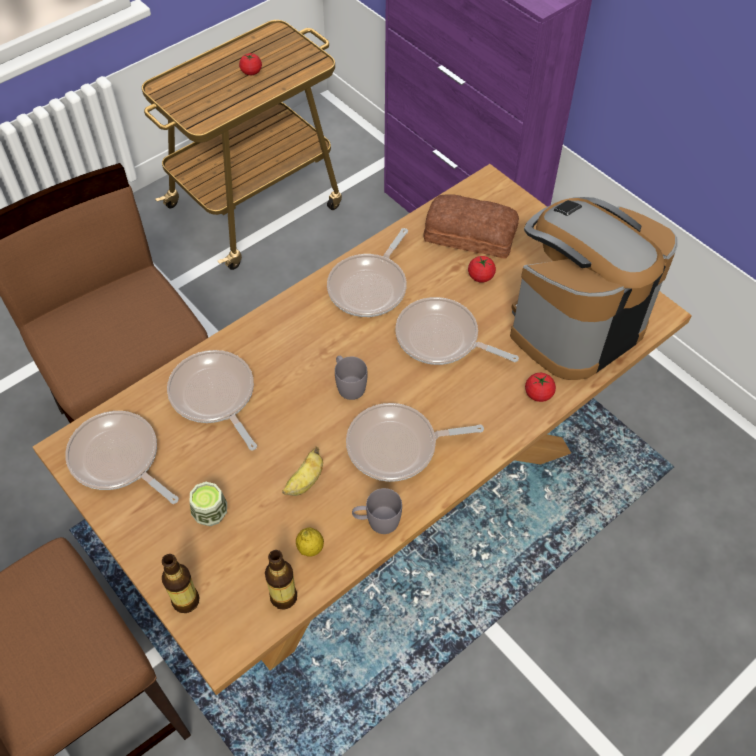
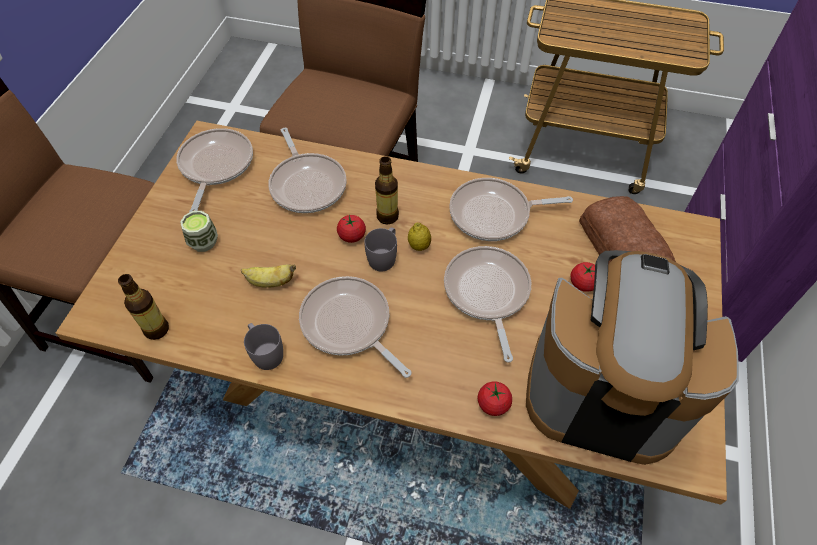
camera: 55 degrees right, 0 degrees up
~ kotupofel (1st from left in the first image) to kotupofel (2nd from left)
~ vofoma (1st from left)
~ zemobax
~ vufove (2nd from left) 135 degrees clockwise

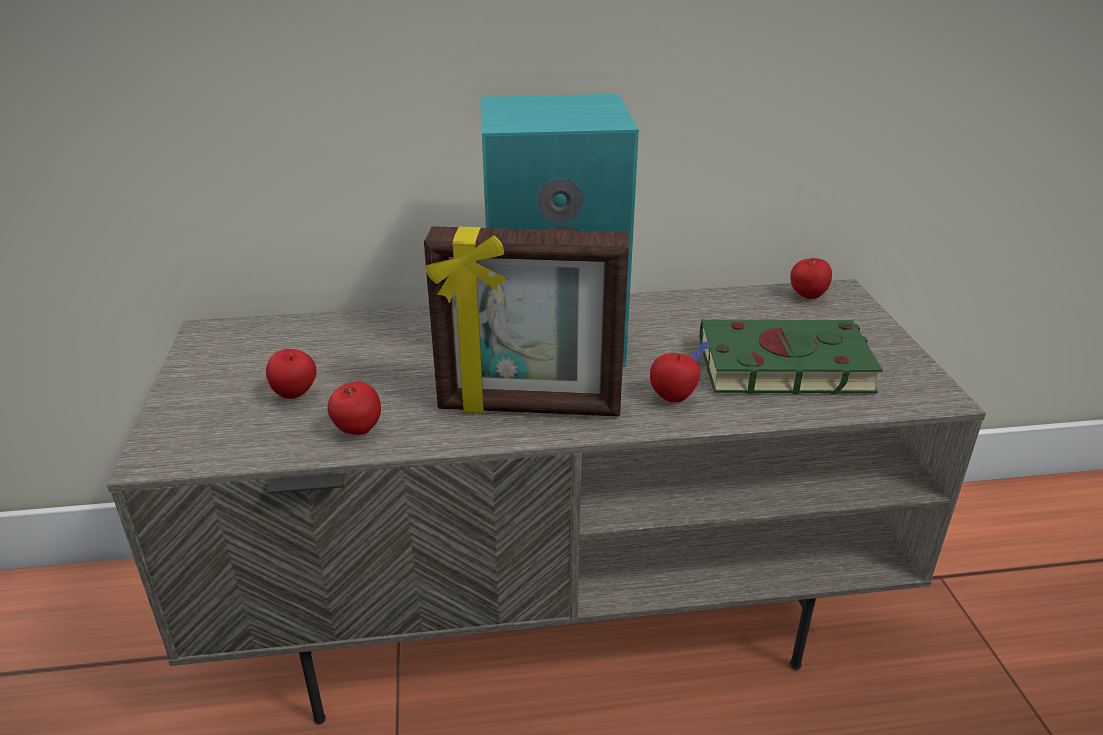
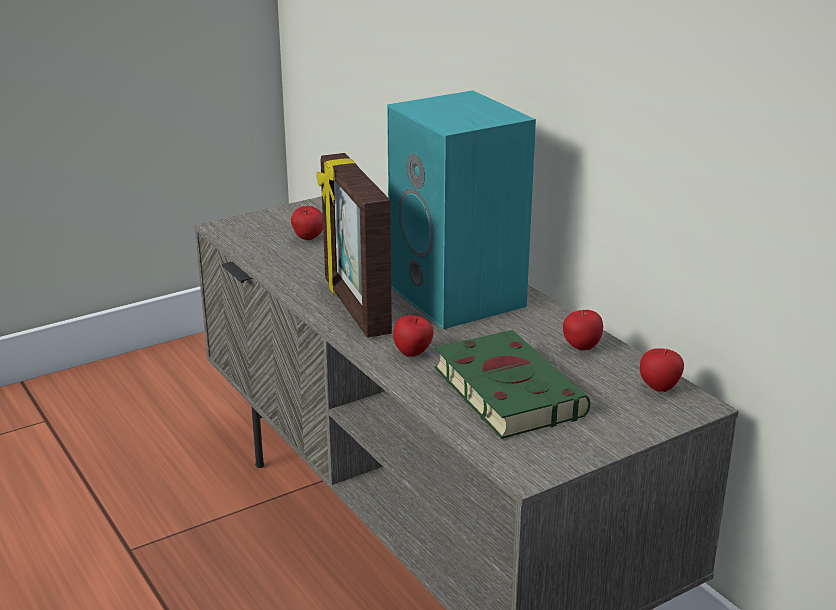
camera: 65 degrees right, 5 degrees down
~ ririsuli (2nd from left in the first image) to ririsuli (3rd from left)

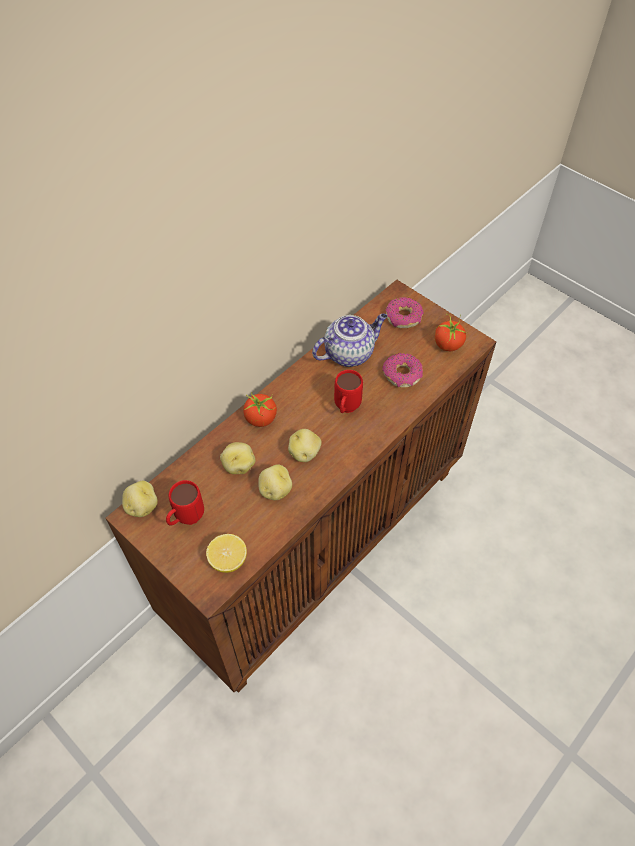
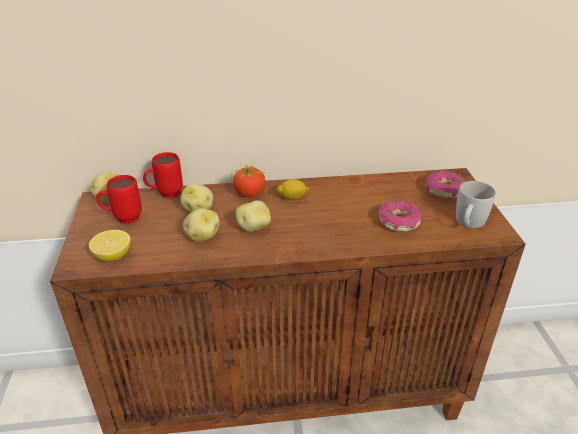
camera: 40 degrees right, 20 degrees down
- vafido
+ zemobax (2nd from left)
~ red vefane (2nd from left)
~ vofoma (2nd from left) to white vefane

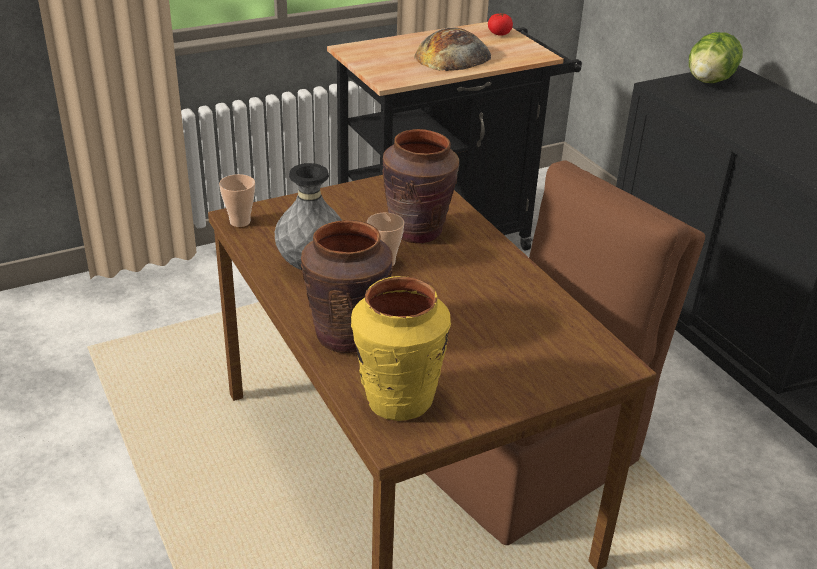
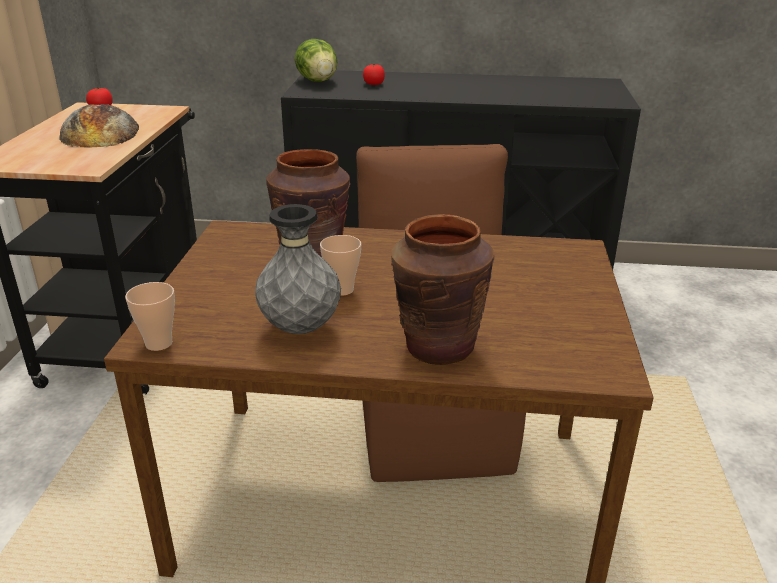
camera: 55 degrees left, 5 degrees down
- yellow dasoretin
+ vofoma (2nd from left)

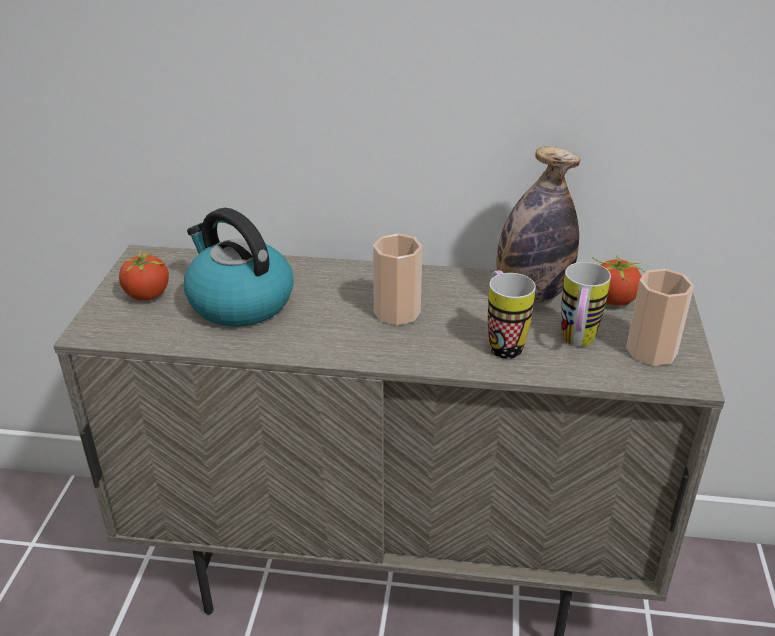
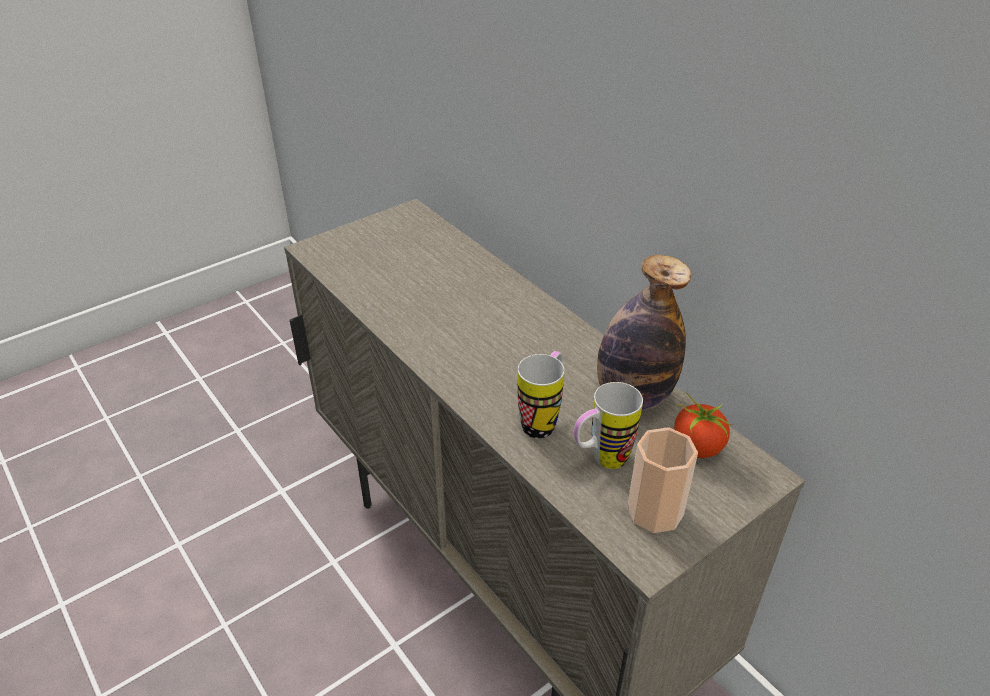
camera: 45 degrees right, 5 degrees up
- vofoma (1st from left)
- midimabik
- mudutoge (1st from left)

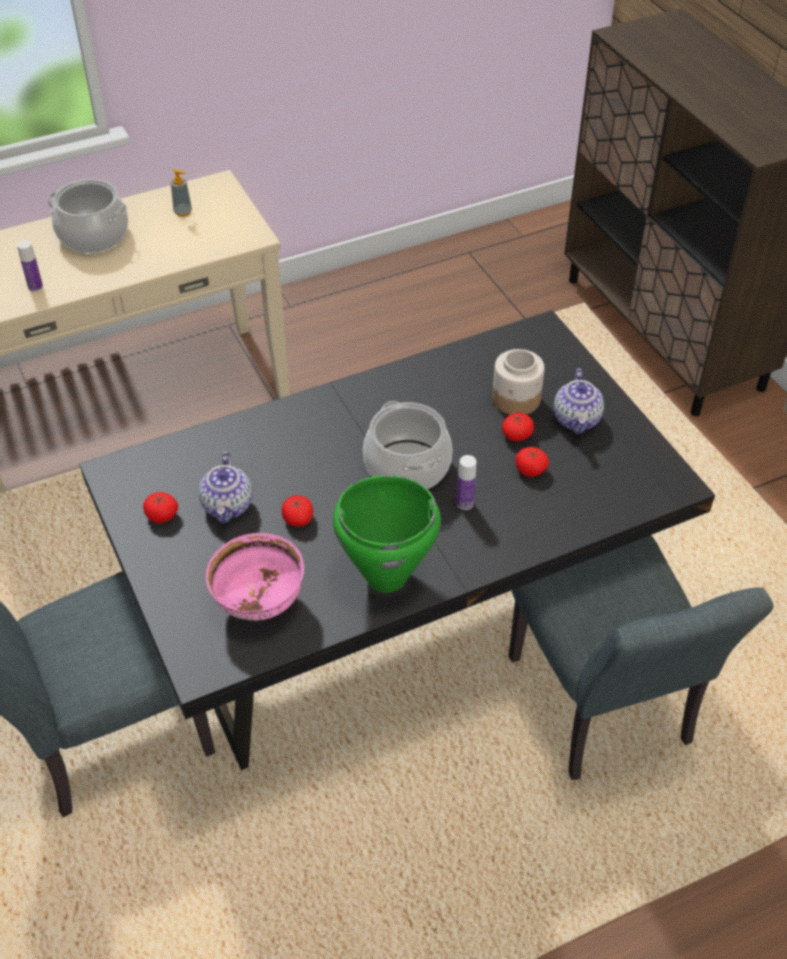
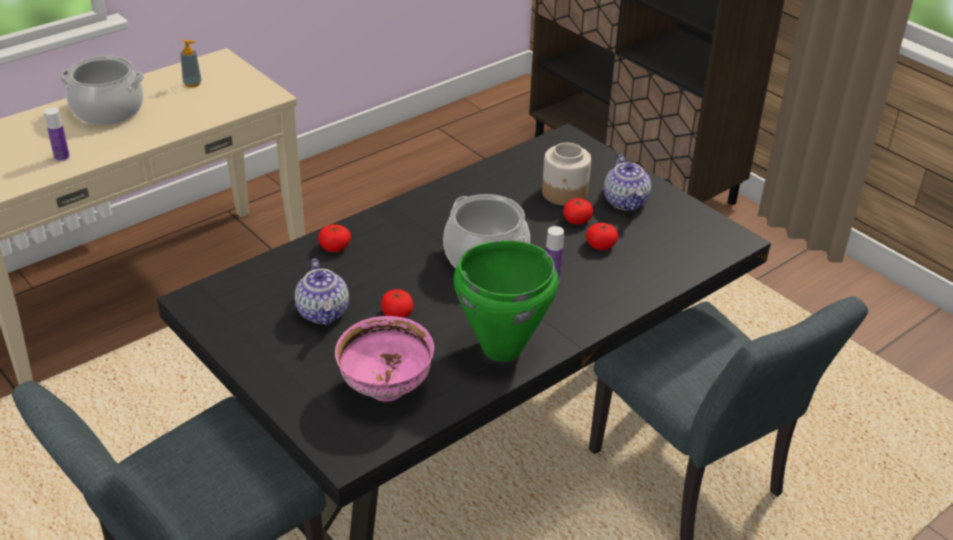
camera: 15 degrees left, 10 degrees down
~ vofoma (1st from left)

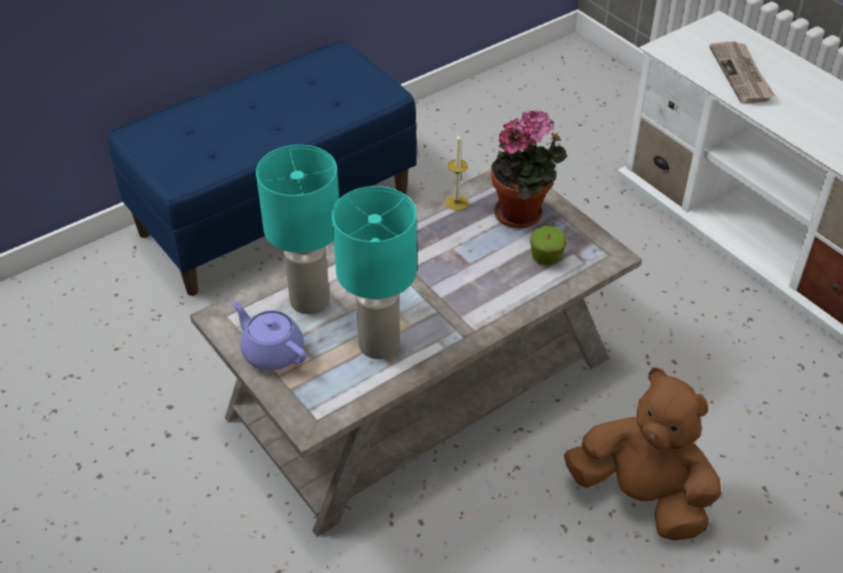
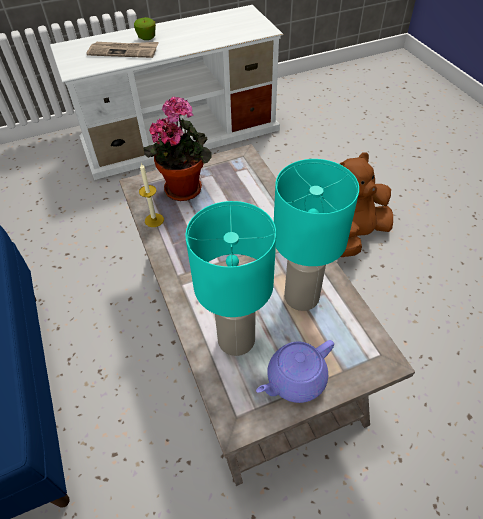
camera: 75 degrees left, 5 degrees up
~ ririsuli

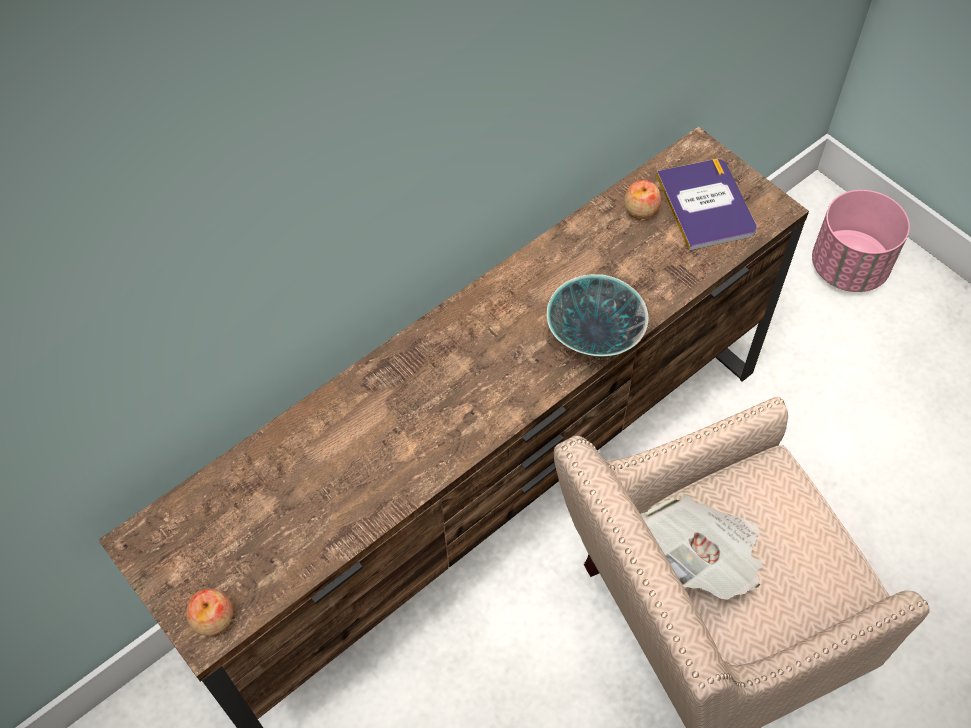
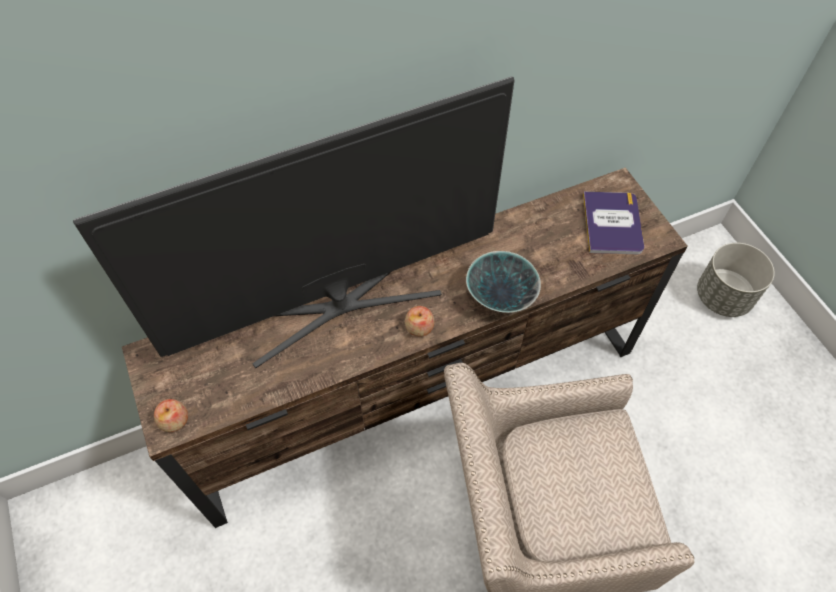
camera: 15 degrees right, 0 degrees up
- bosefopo
+ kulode
~ ririsuli (2nd from left)
~ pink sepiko to grey sepiko

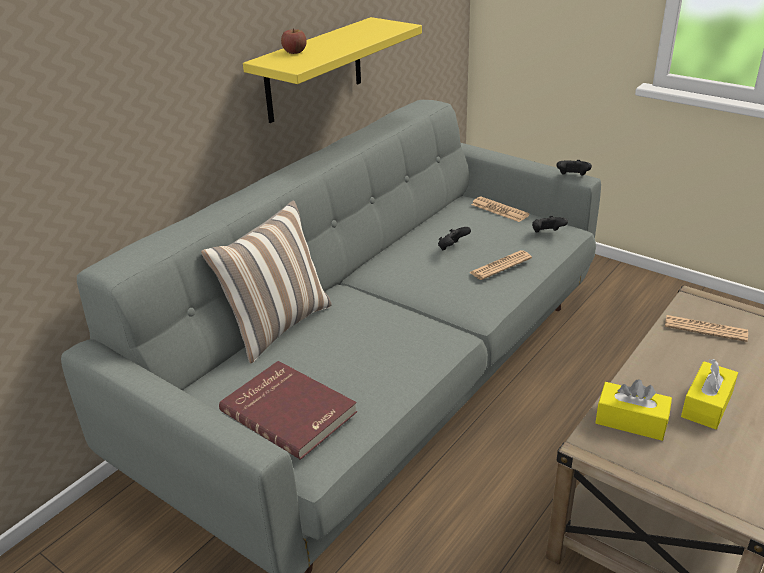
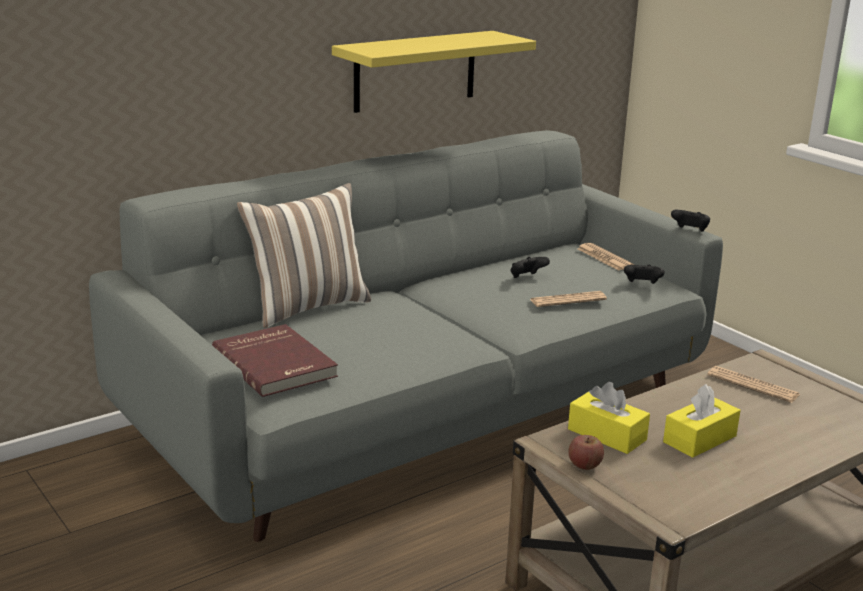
camera: 15 degrees right, 10 degrees down
~ ririsuli

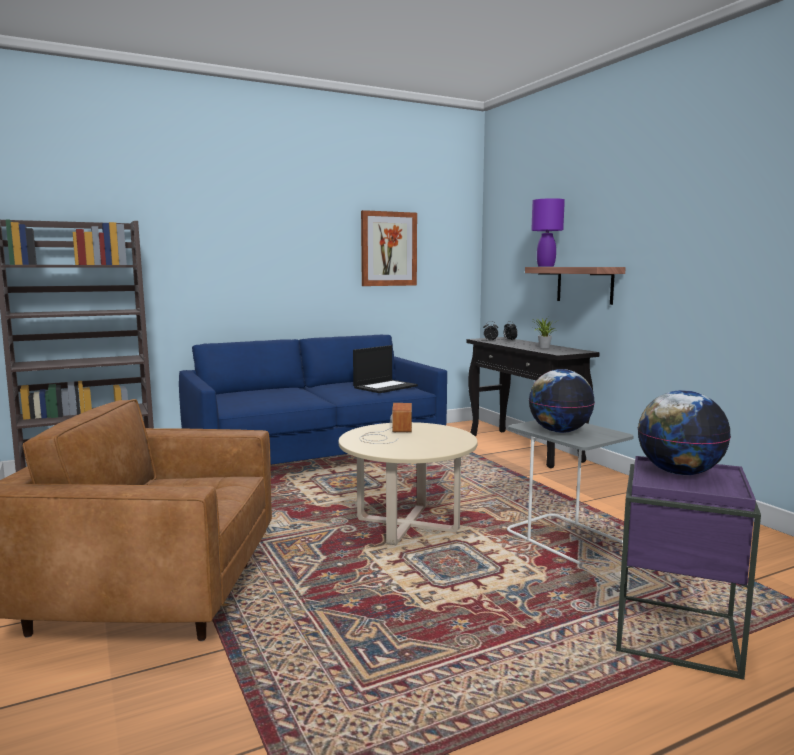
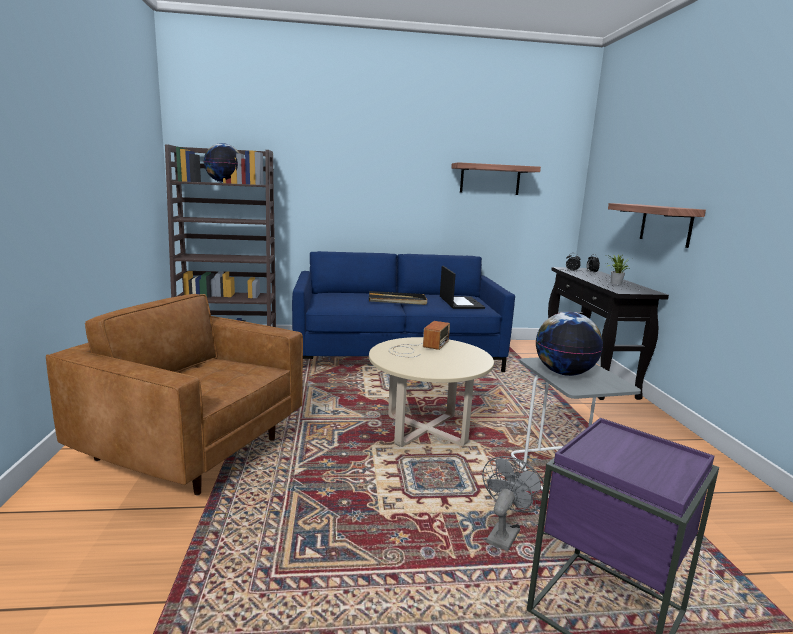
camera: 20 degrees right, 5 degrees up
- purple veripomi
+ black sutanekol
+ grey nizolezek
~ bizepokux (2nd from left in the first image) to bizepokux (1st from left)
~ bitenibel to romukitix (1st from left)
~ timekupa 75 degrees counterclockwise

